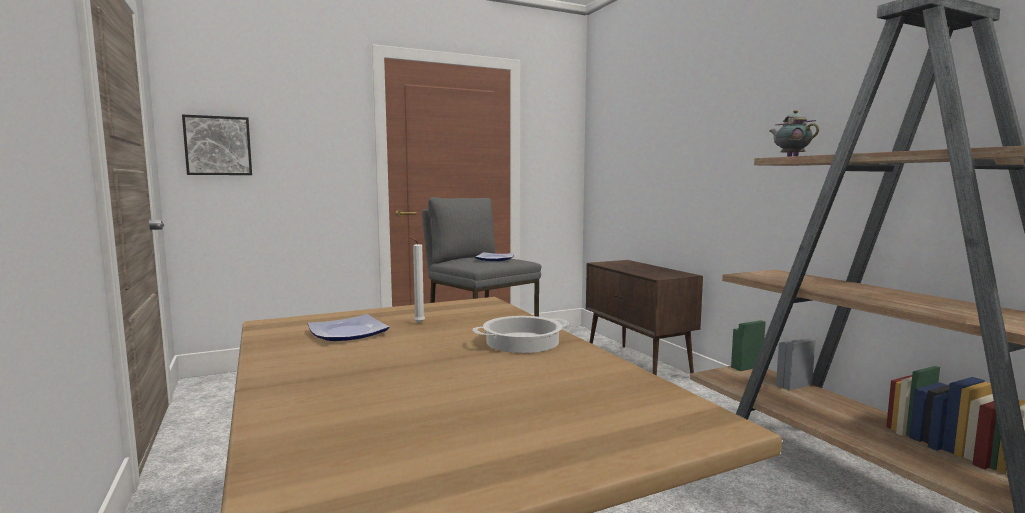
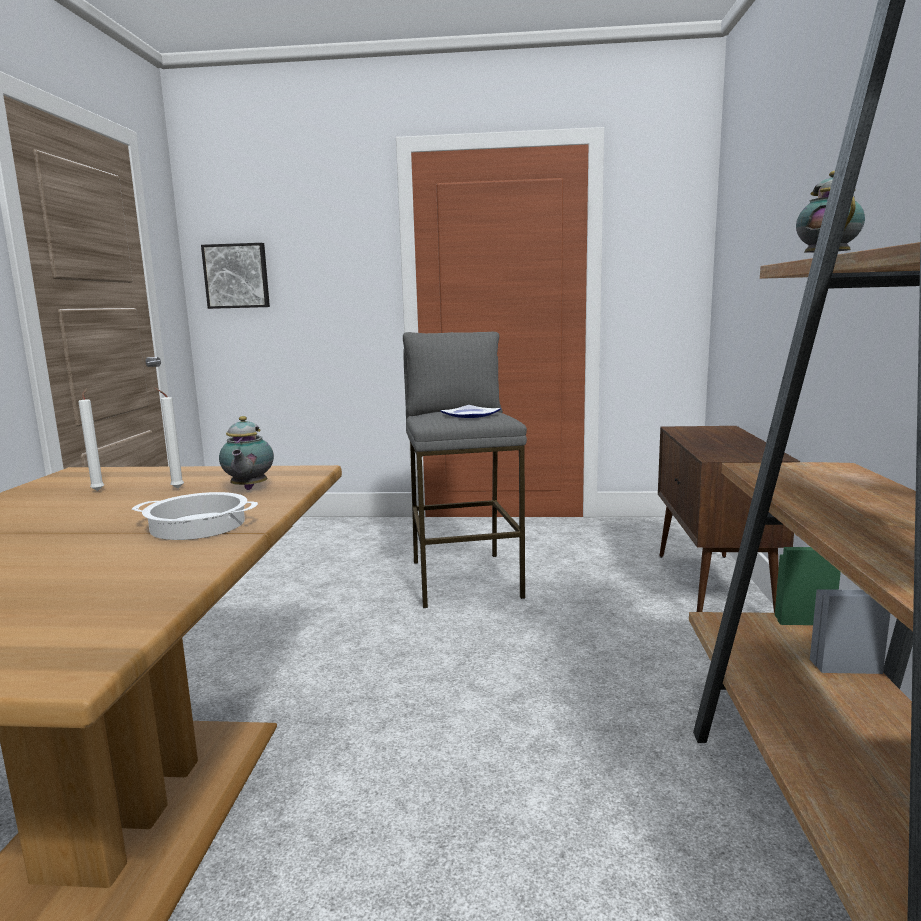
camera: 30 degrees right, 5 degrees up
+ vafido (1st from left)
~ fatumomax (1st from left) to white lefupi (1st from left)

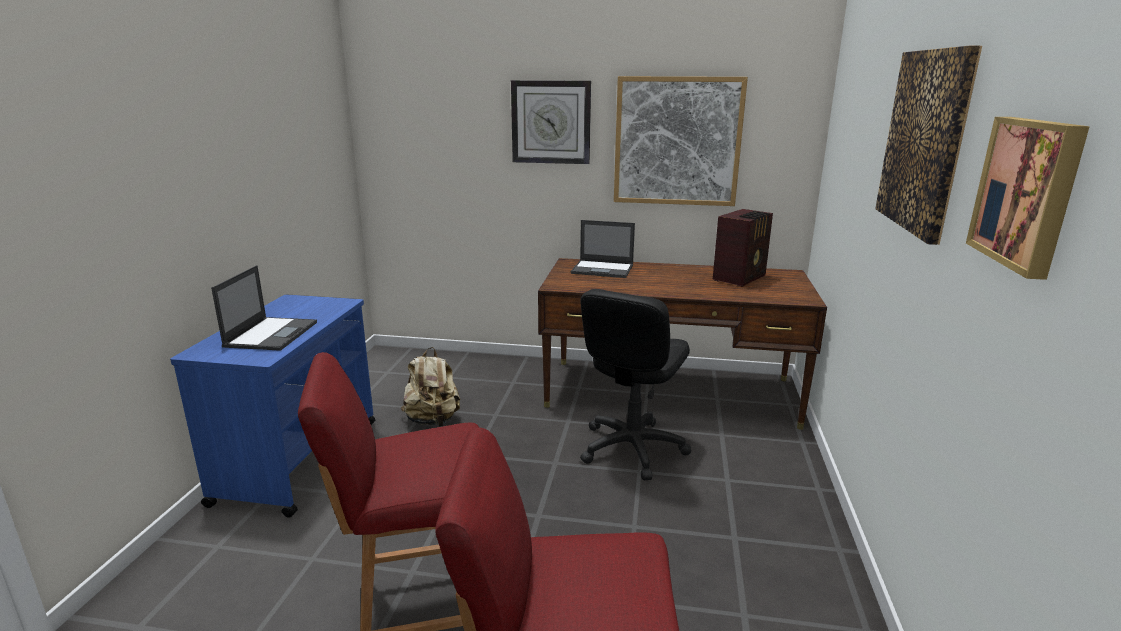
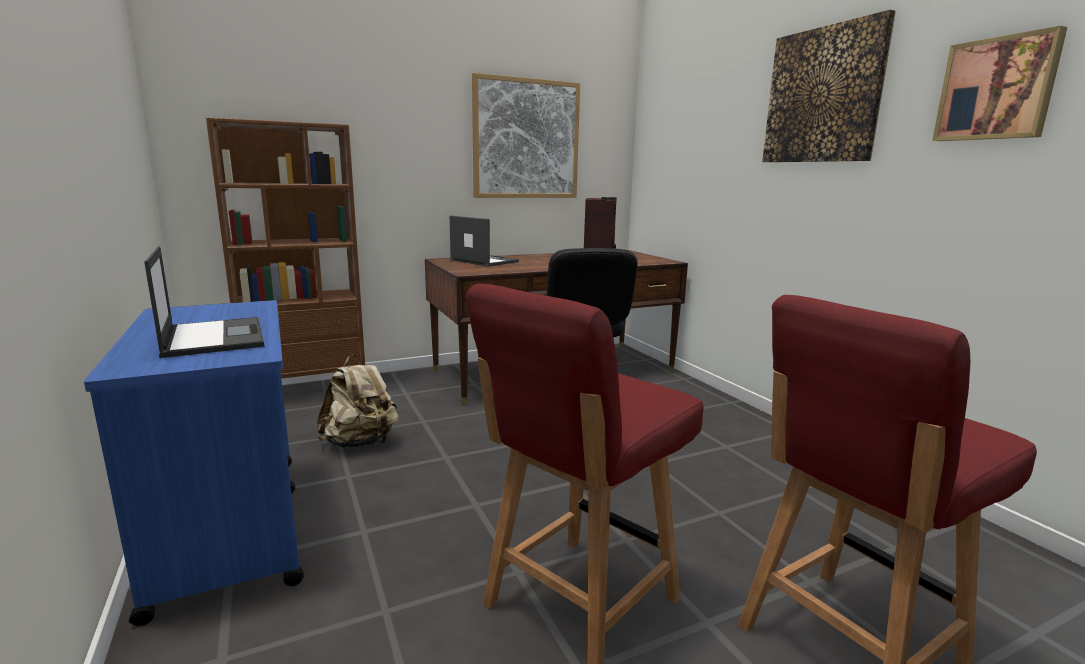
camera: 35 degrees left, 5 degrees down
- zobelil
+ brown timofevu
~ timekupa (2nd from left) 120 degrees counterclockwise

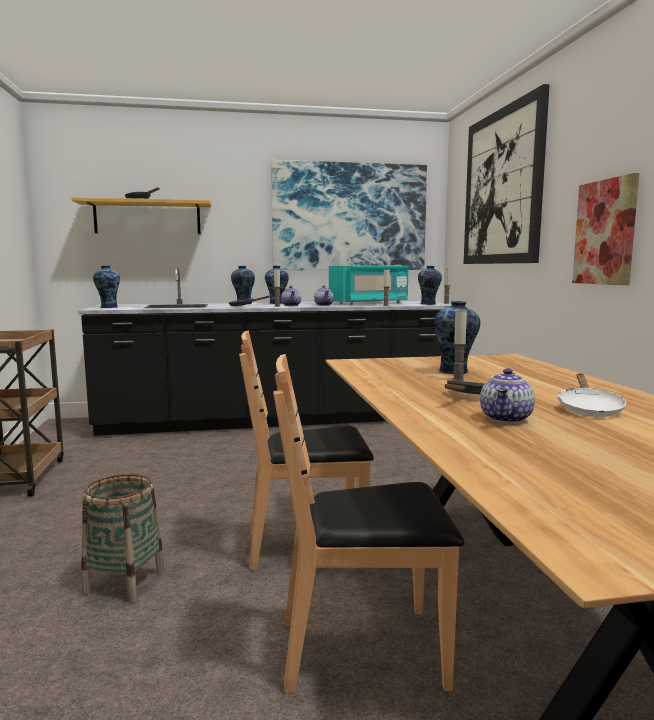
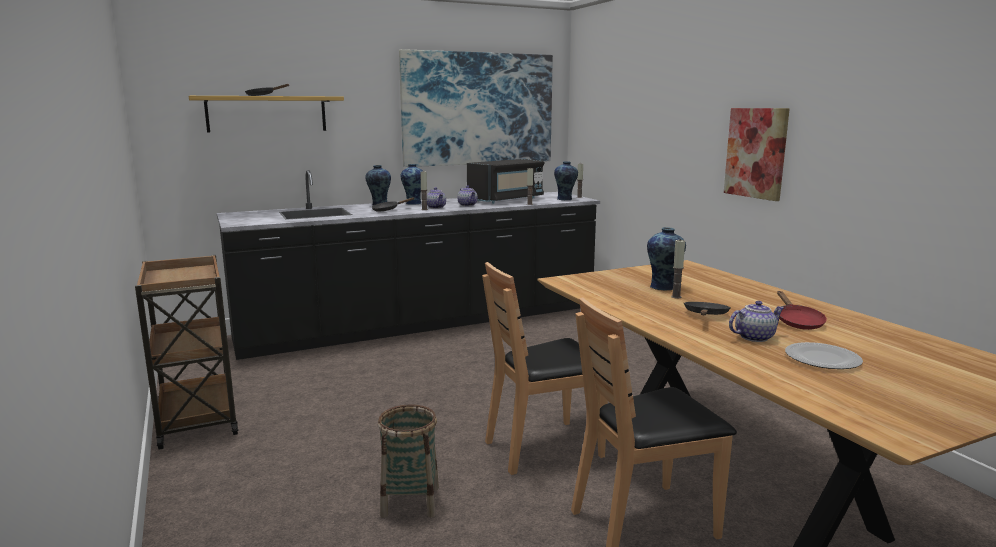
camera: 15 degrees left, 5 degrees up
- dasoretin (1st from left)
- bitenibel (2nd from left)
+ fatumomax
~ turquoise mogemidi to black mogemidi
~ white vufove to red vufove
~ vafido (3rd from left) 120 degrees counterclockwise

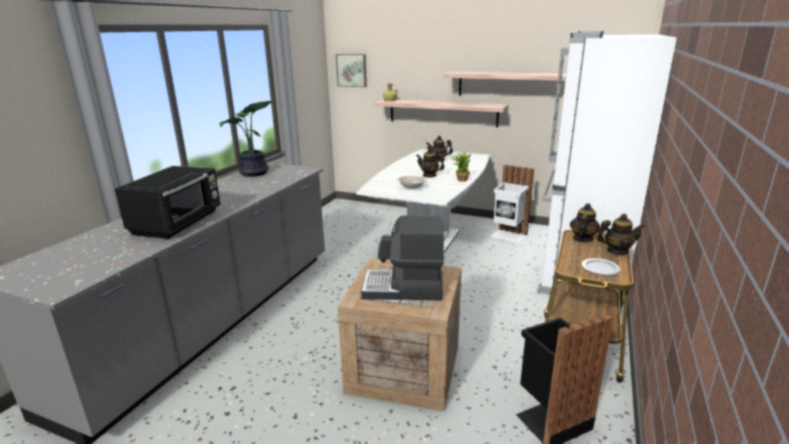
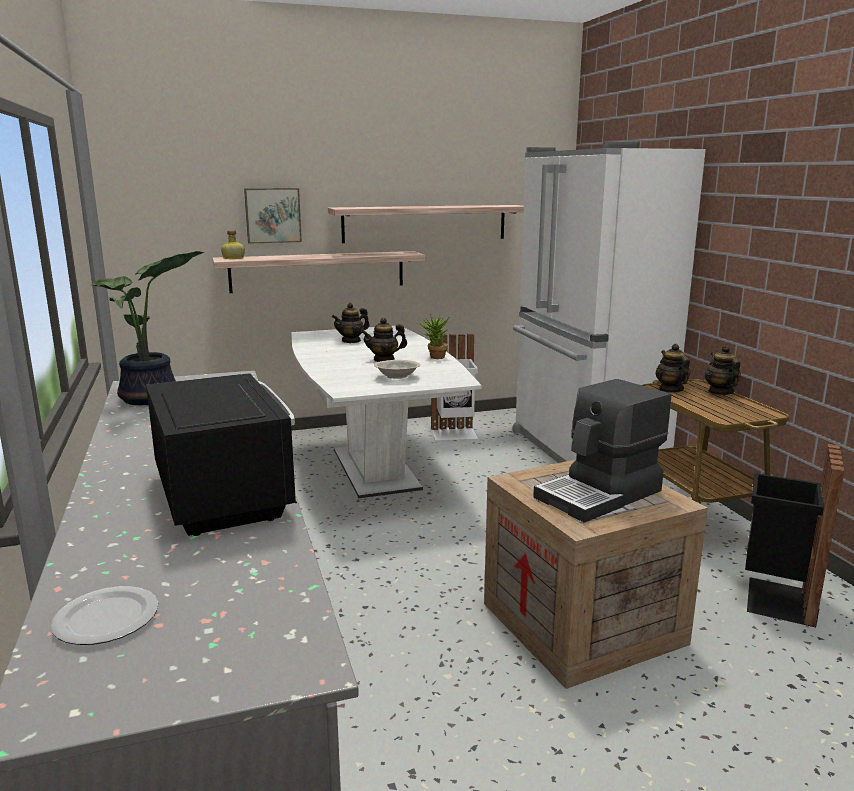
camera: 40 degrees left, 5 degrees down
~ bitenibel
~ fatumomax
~ vafido (4th from left) 60 degrees counterclockwise

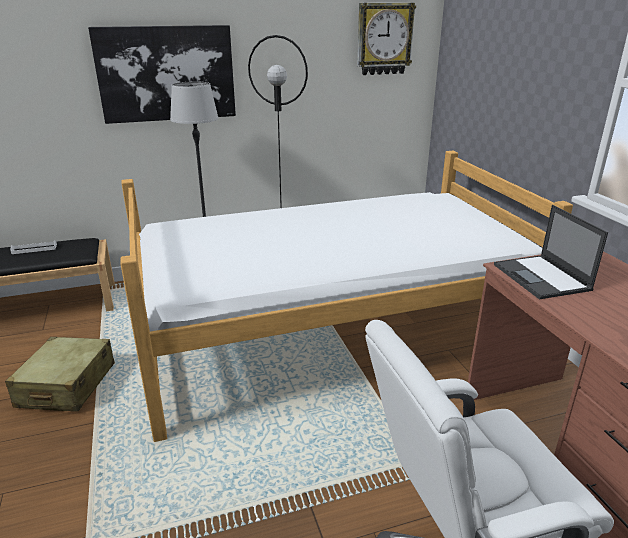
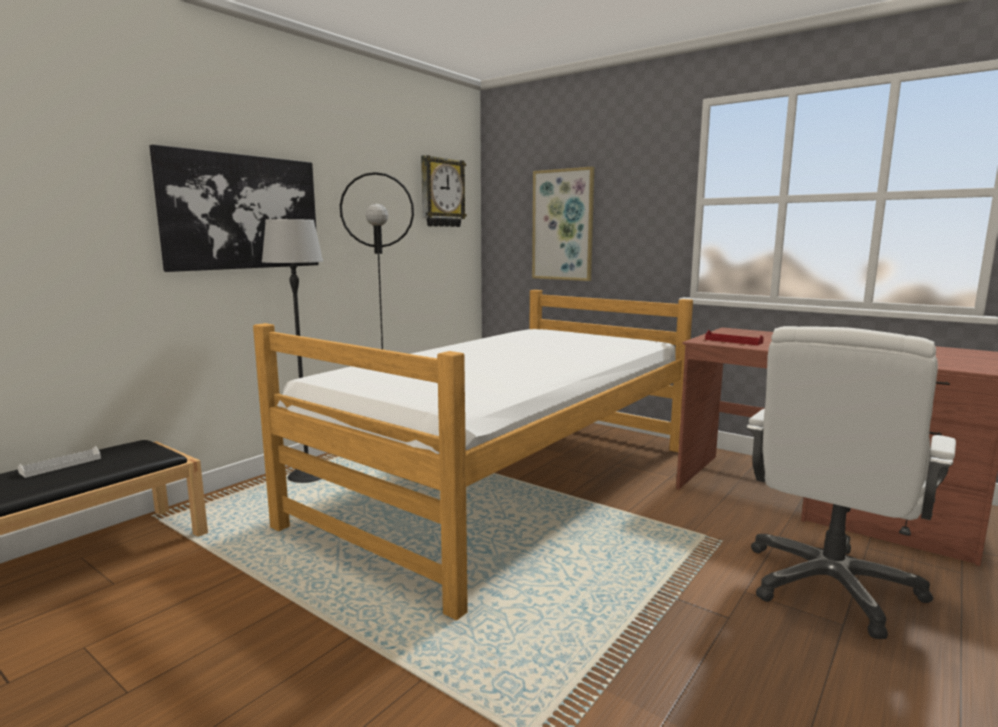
camera: 35 degrees left, 15 degrees down
- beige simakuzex
+ bitenibel (2nd from left)
~ timekupa to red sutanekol

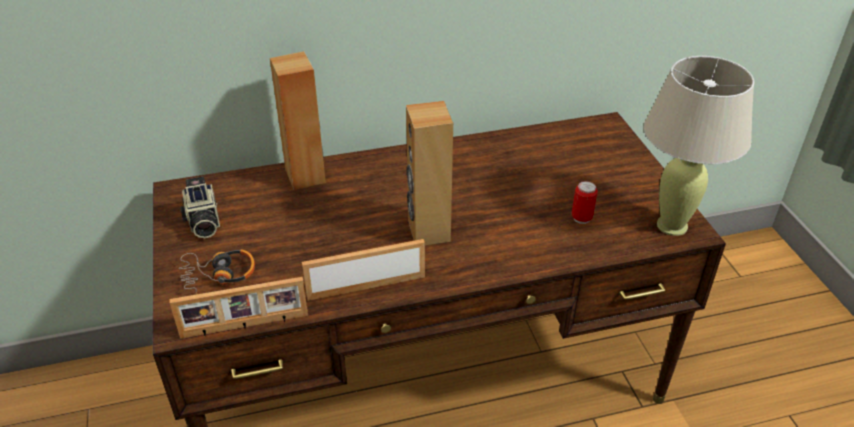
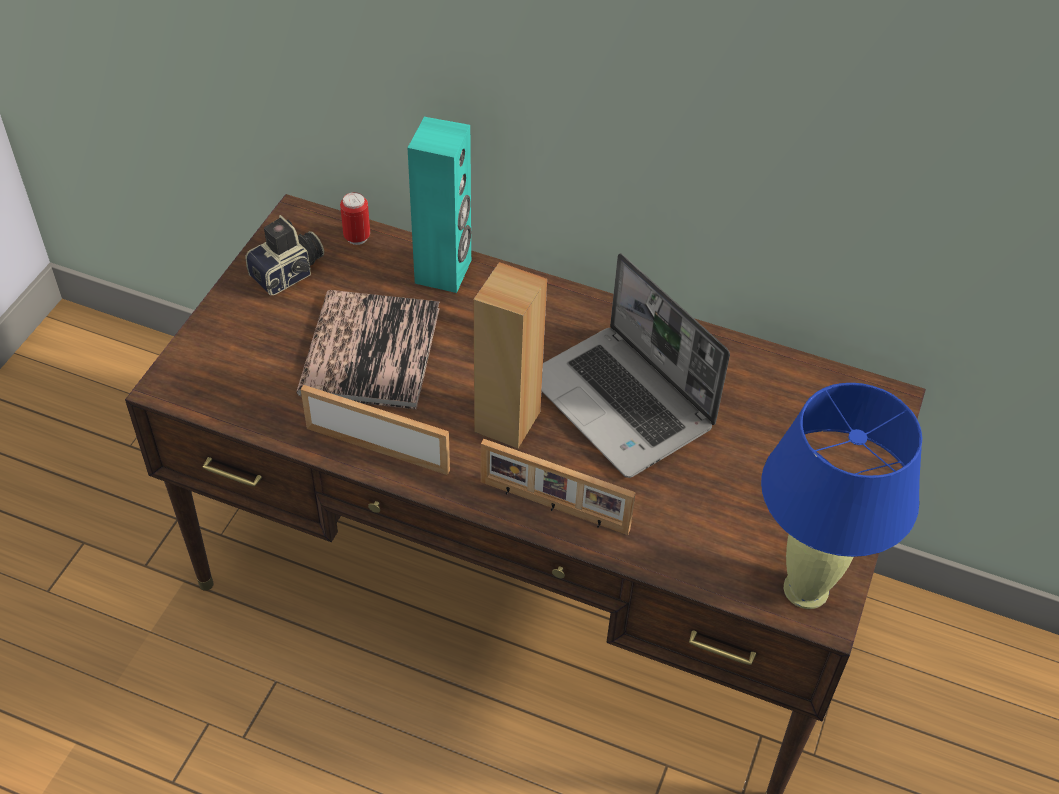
camera: 35 degrees right, 10 degrees up
- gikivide
+ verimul
+ timekupa
~ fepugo (1st from left in the first image) to fepugo (2nd from left)
~ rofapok
~ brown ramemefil (1st from left) to turquoise ramemefil
~ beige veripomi to blue veripomi
~ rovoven 150 degrees counterclockwise

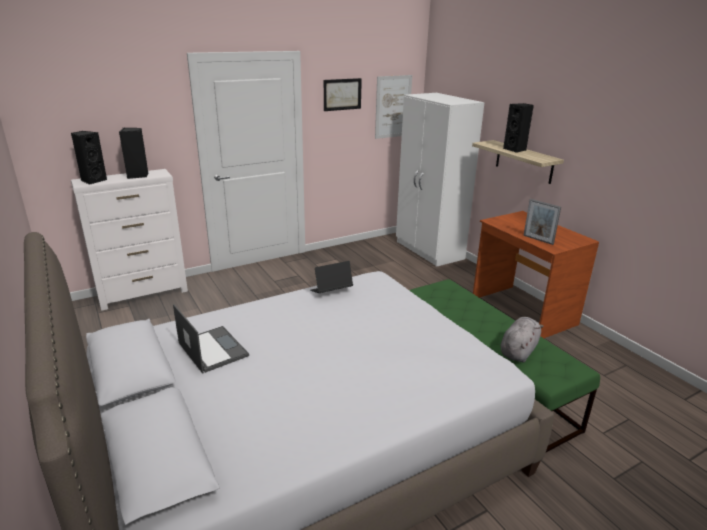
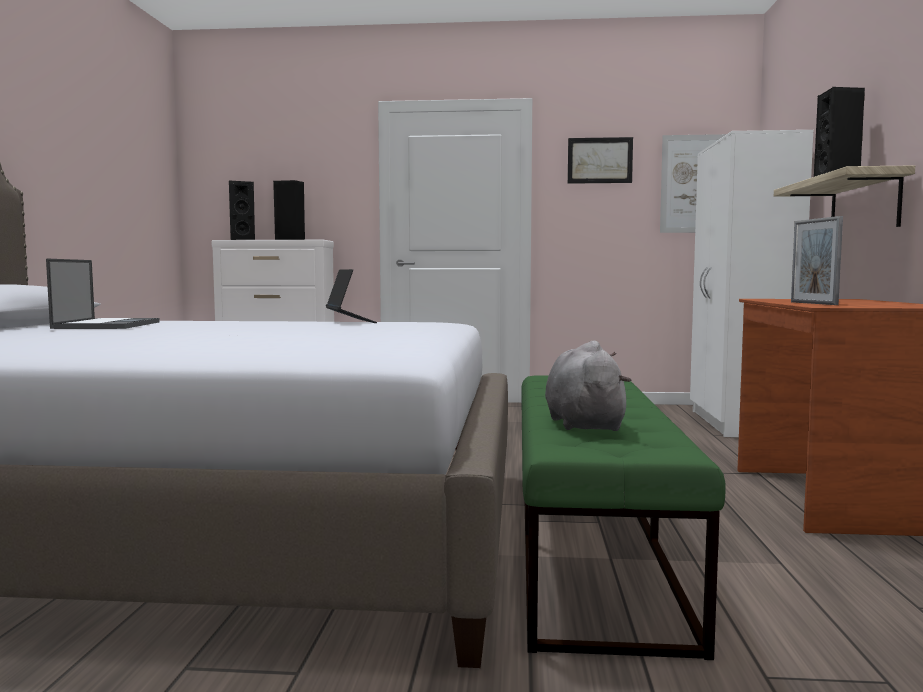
camera: 35 degrees right, 20 degrees down
~ timekupa (2nd from left) 60 degrees clockwise
~ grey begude 75 degrees counterclockwise

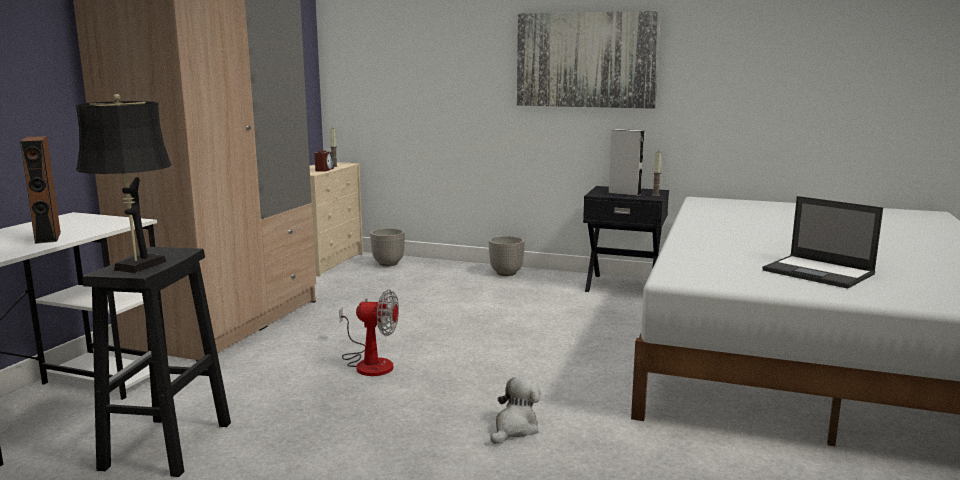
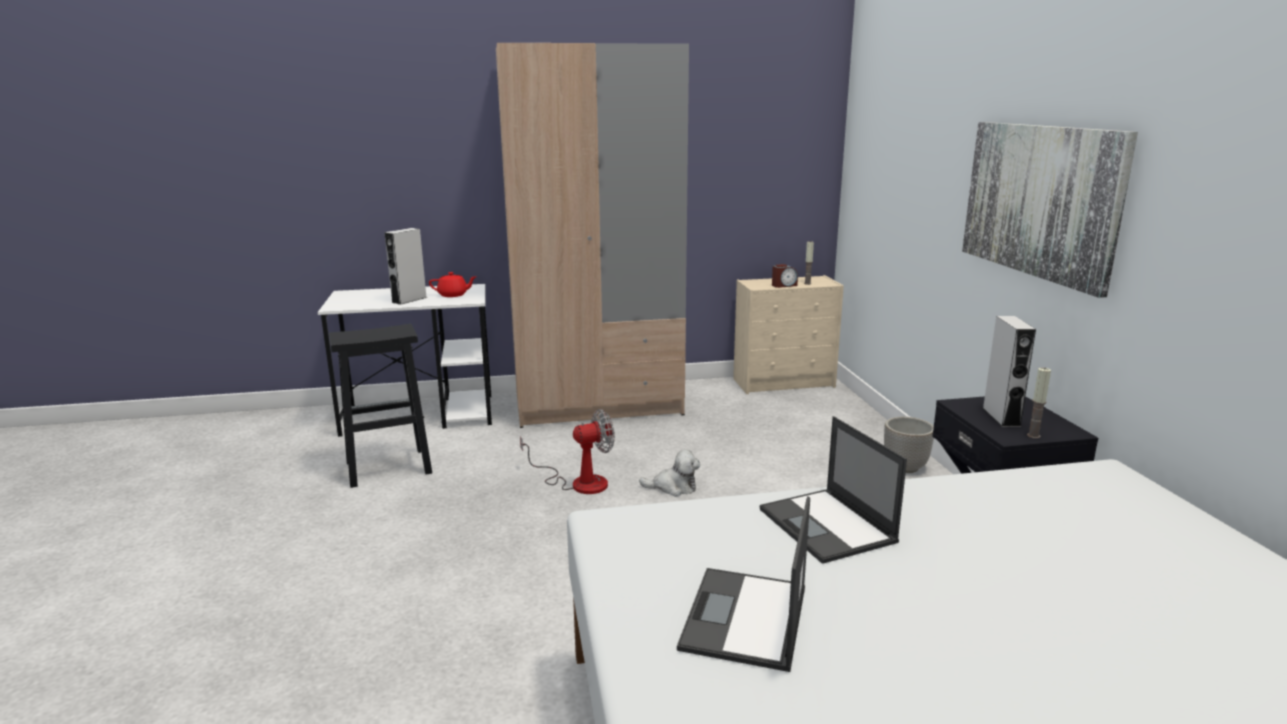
camera: 60 degrees right, 5 degrees up
- black veripomi
- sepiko (1st from left)
+ red vafido
+ timekupa (2nd from left)
~ begude
~ brown ramemefil to grey ramemefil (1st from left)
~ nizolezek 90 degrees counterclockwise

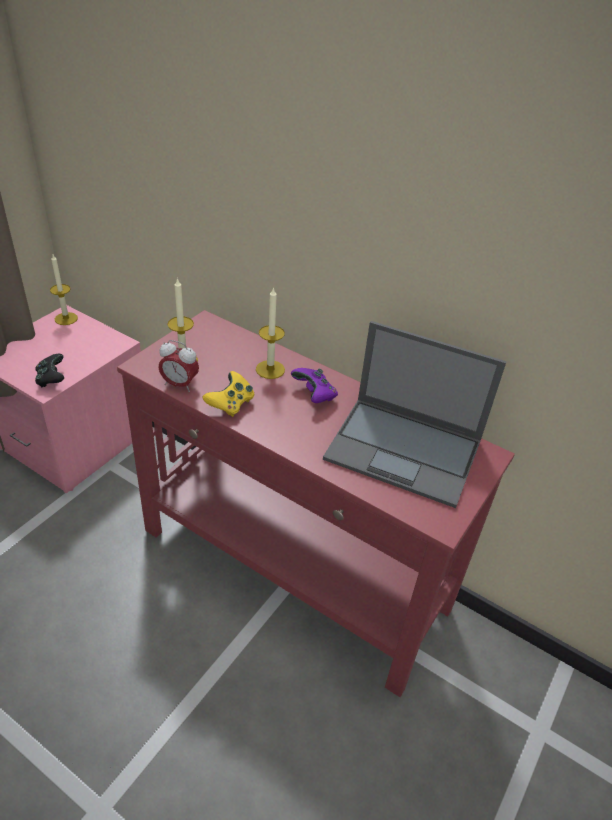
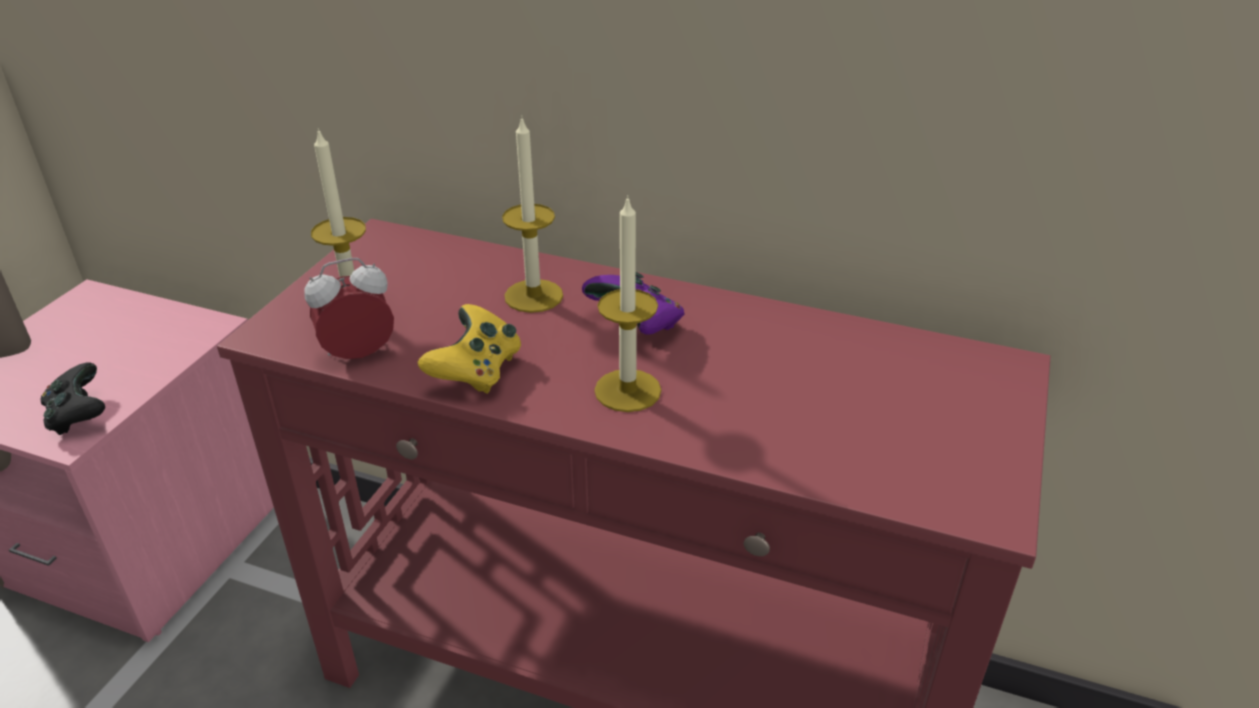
camera: 10 degrees left, 5 degrees down
- timekupa
~ lefupi (1st from left in the first image) to lefupi (3rd from left)
~ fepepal 150 degrees clockwise

